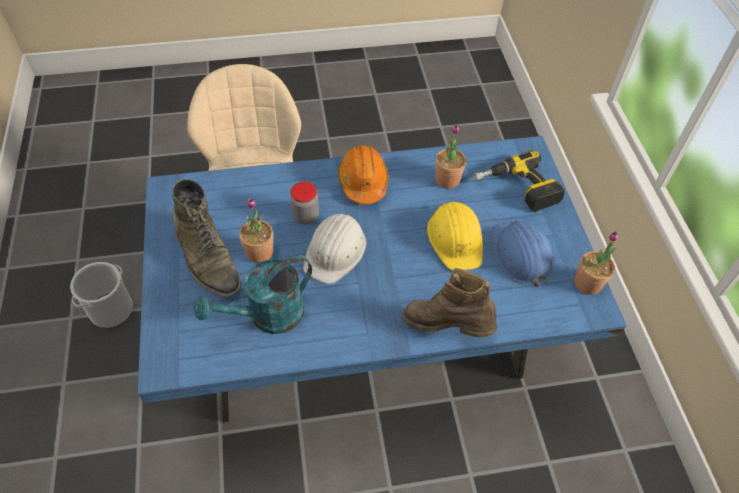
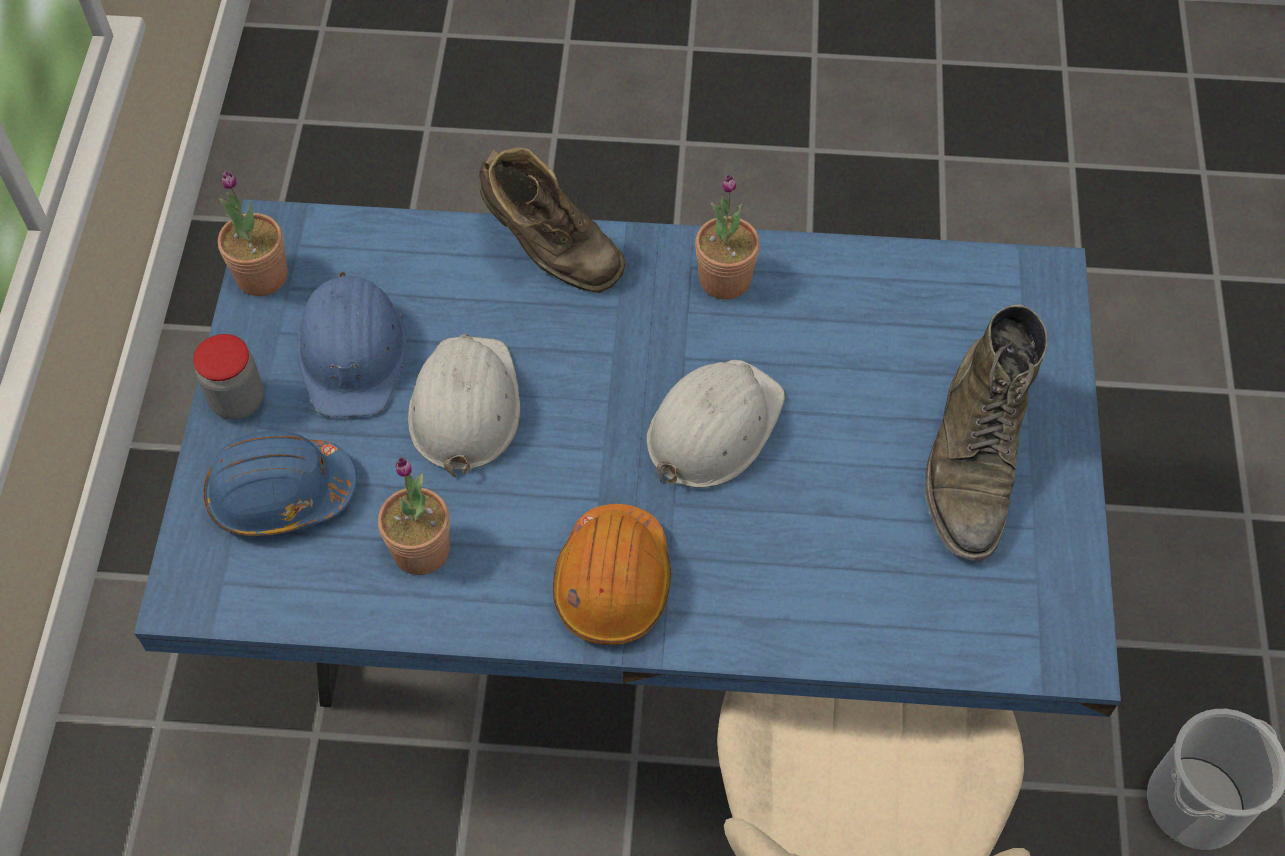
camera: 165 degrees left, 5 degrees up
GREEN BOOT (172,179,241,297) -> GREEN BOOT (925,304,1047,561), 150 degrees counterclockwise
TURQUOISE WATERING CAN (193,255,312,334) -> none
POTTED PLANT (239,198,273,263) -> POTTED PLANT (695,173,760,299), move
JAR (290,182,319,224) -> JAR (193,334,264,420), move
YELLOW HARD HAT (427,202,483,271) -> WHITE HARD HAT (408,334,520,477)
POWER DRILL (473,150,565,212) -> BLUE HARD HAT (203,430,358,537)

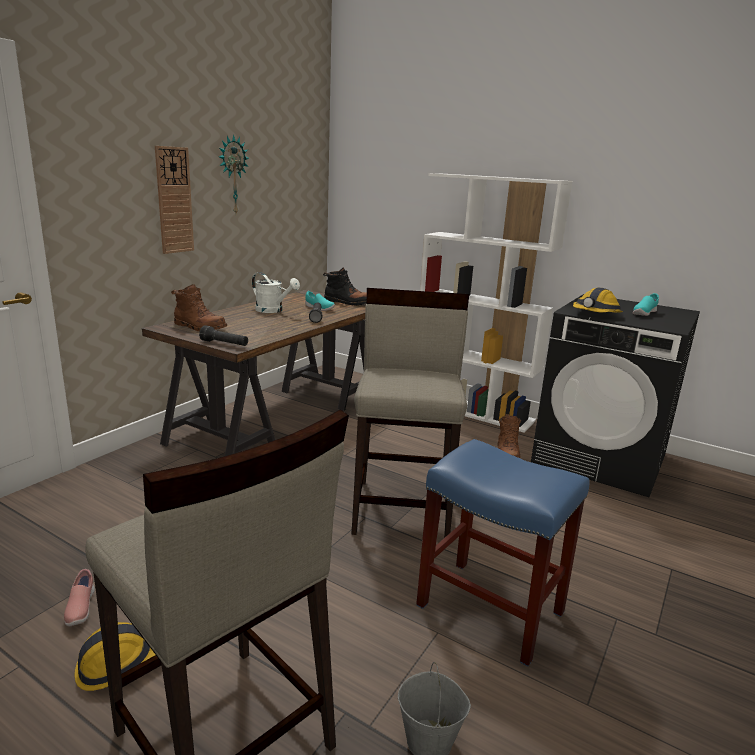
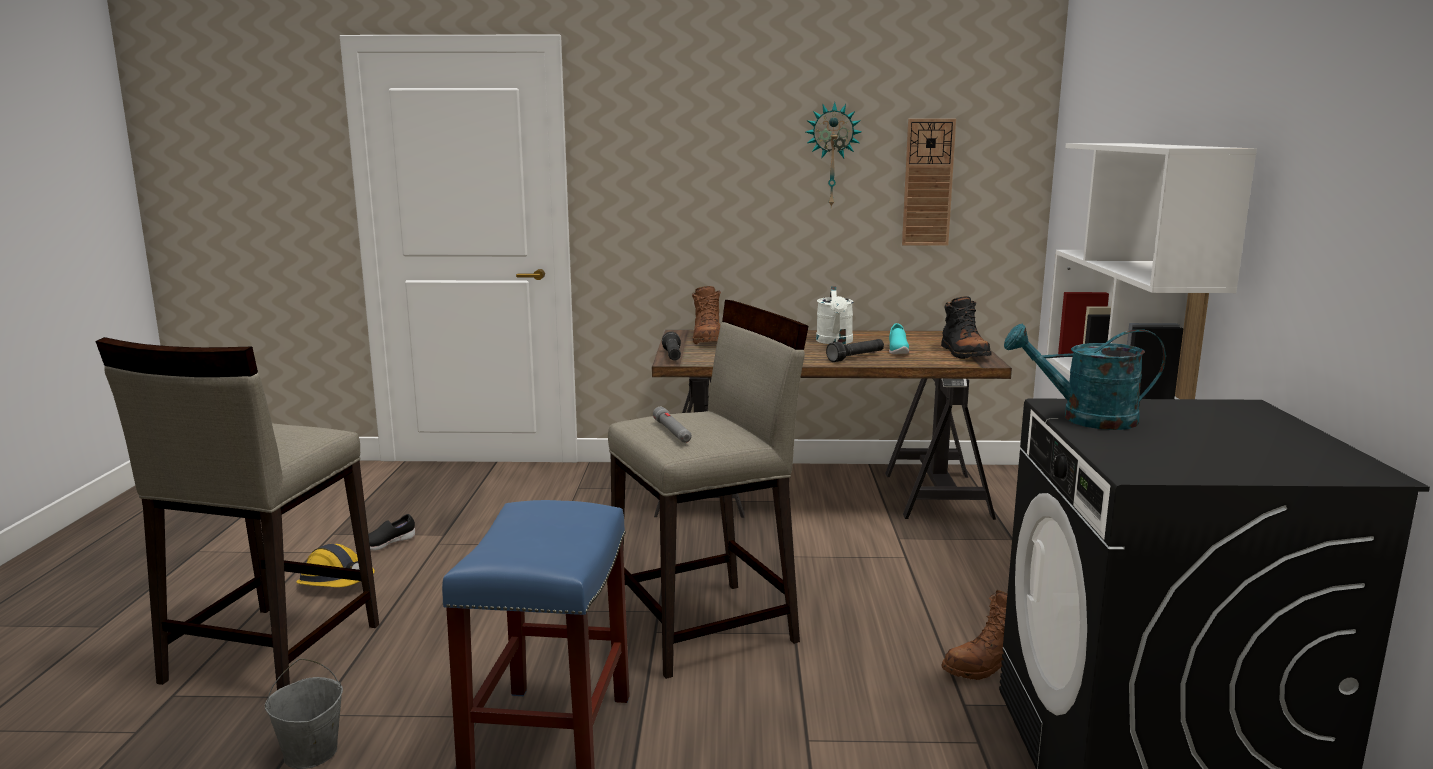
camera: 60 degrees right, 5 degrees down
PINK SHOE (64,569,95,626) -> BLACK SHOE (368,514,415,551)
WALL CLOCK (155,146,194,254) -> WALL CLOCK (902,119,956,246), move
HARD HAT (573,288,623,313) -> TURQUOISE WATERING CAN (1004,324,1166,430)
TURQUOISE SHOE (633,293,659,316) -> none
none -> GREY FLASHLIGHT (653,407,692,443)

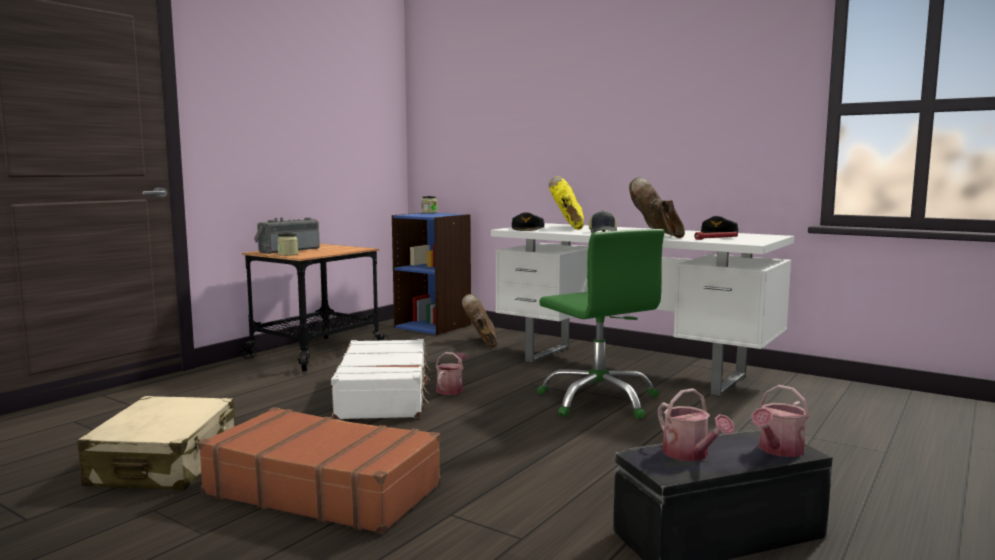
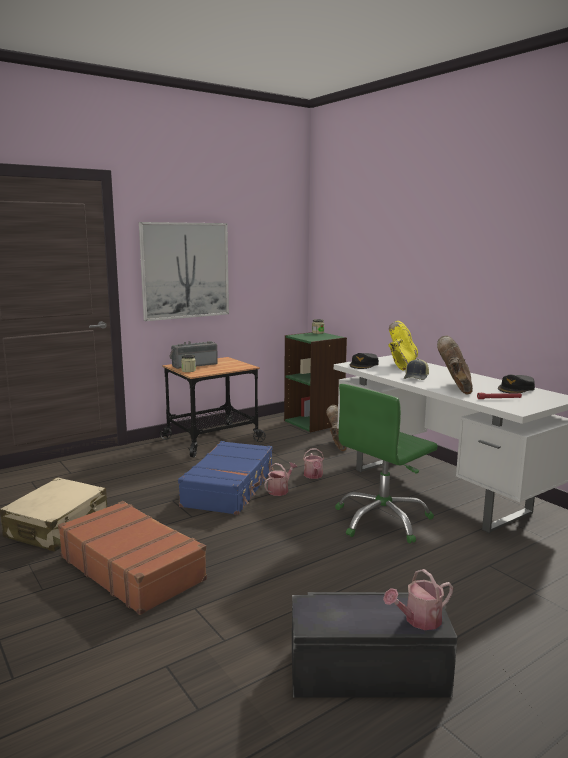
camera: 20 degrees right, 5 degrees up
WHITE SUITCASE (331,339,431,420) -> BLUE SUITCASE (178,441,274,515)
BLUE BOOKCASE (392,213,471,335) -> GREEN BOOKCASE (284,332,347,432)
GREEN OFFICE CHAIR (537,229,664,419) -> GREEN OFFICE CHAIR (335,384,438,544), 60 degrees clockwise
WATERING CAN (658,388,734,461) -> WATERING CAN (303,449,324,479), move
none -> PICTURE (139,222,229,321)

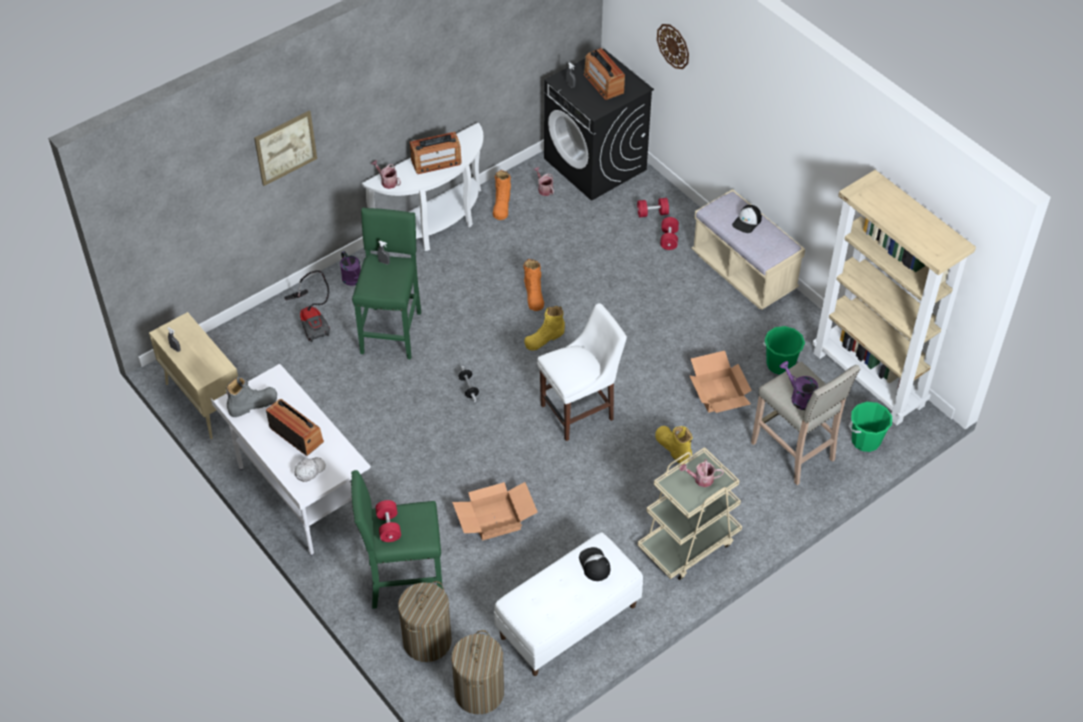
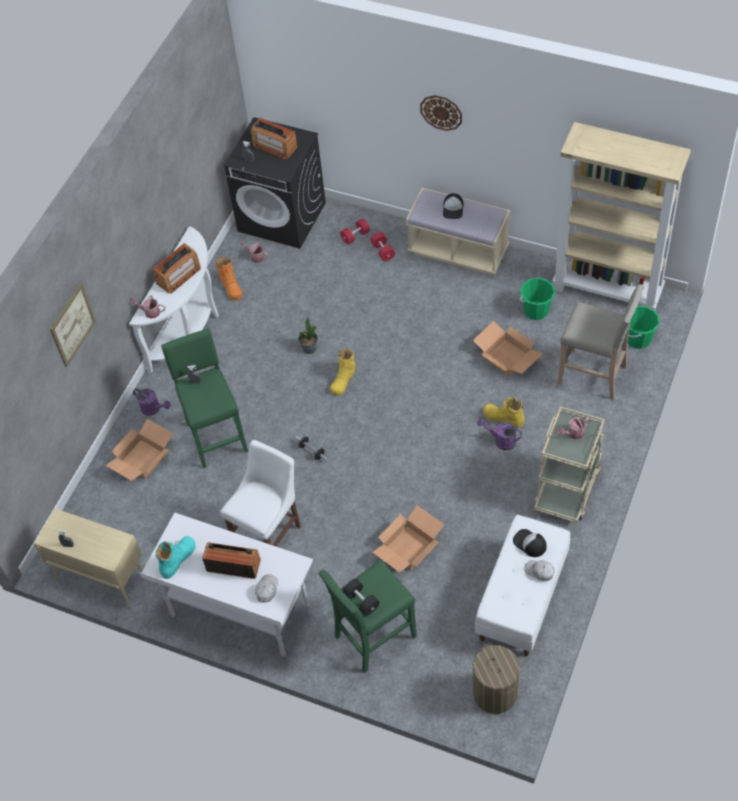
camera: 25 degrees left, 5 degrees up
GREY BOOT (226,377,277,417) -> TURQUOISE BOOT (155,536,196,579)
VACUUM CLEANER (284,270,330,342) -> CARDBOARD BOX (105,419,173,481)
RED DUMBBELL (375,500,401,542) -> BLACK DUMBBELL (343,579,379,616)
LAUNDRY BASKET (398,581,452,662) -> none
ORANGE BOOT (524,259,544,311) -> POTTED PLANT (298,316,317,354)
WHITE CHAIR (537,303,627,441) -> WHITE CHAIR (220,440,301,547), move
WALL CLOCK (657,24,689,69) -> WALL CLOCK (420,95,462,131), move
PURPLE WATERING CAN (780,361,819,410) -> PURPLE WATERING CAN (477,418,522,450), move
none -> WHITE CAP (525,560,555,581)

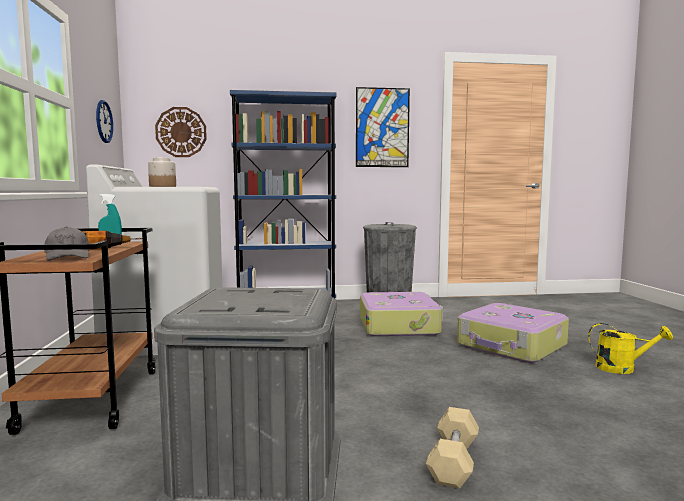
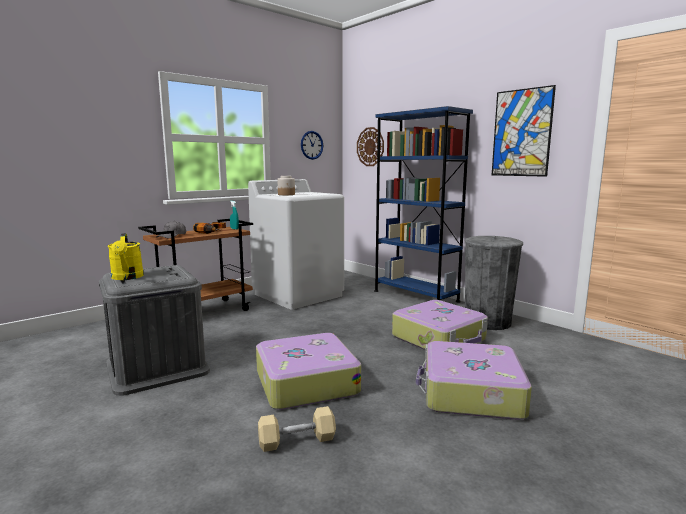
camera: 55 degrees right, 5 degrees up
BEIGE DUMBBELL (426,407,479,488) -> BEIGE DUMBBELL (258,406,336,452), move
YELLOW WATERING CAN (588,323,673,374) -> YELLOW WATERING CAN (108,233,144,280), move
none -> SUITCASE (256,333,361,410)

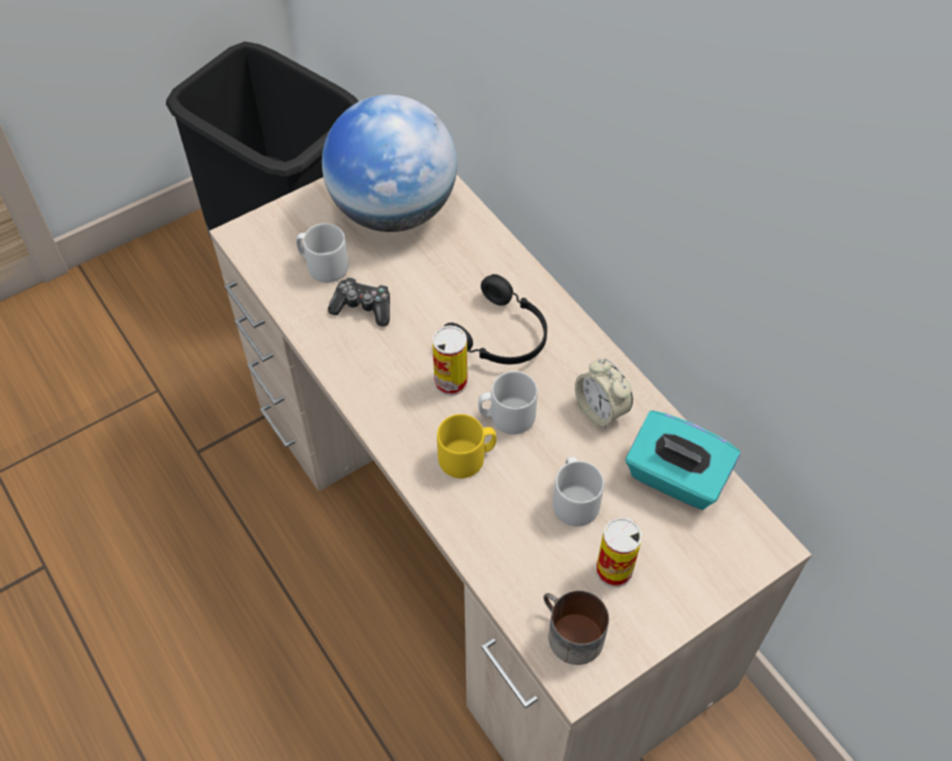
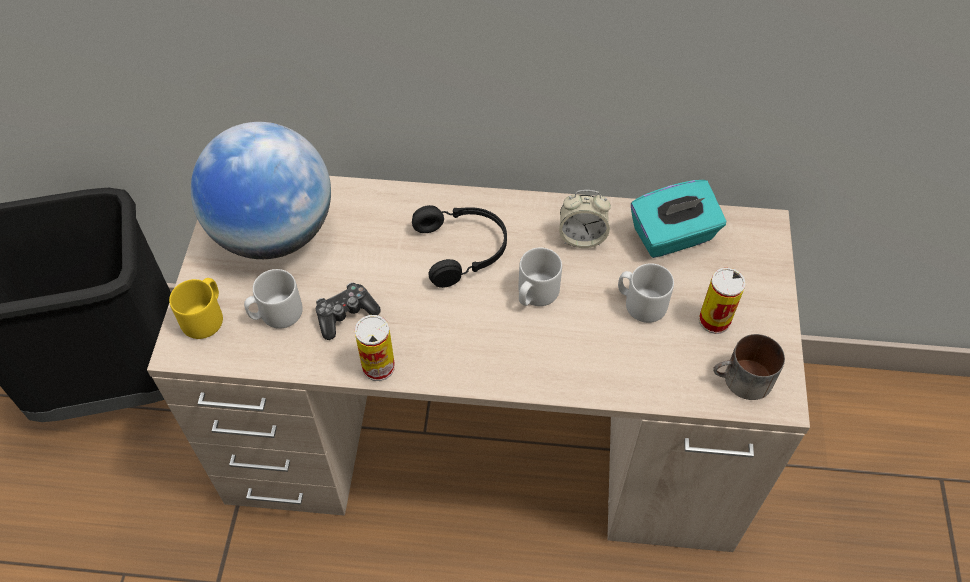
camera: 50 degrees left, 0 degrees up
CAN (432,325,468,396) -> CAN (354,315,395,381), move
YELLOW MUG (437,414,496,478) -> YELLOW MUG (169,278,223,339), move

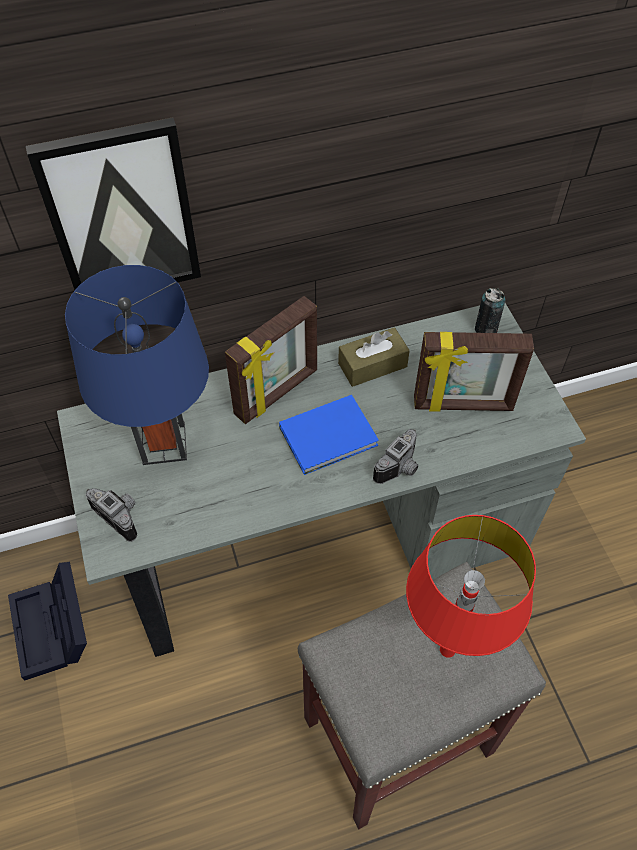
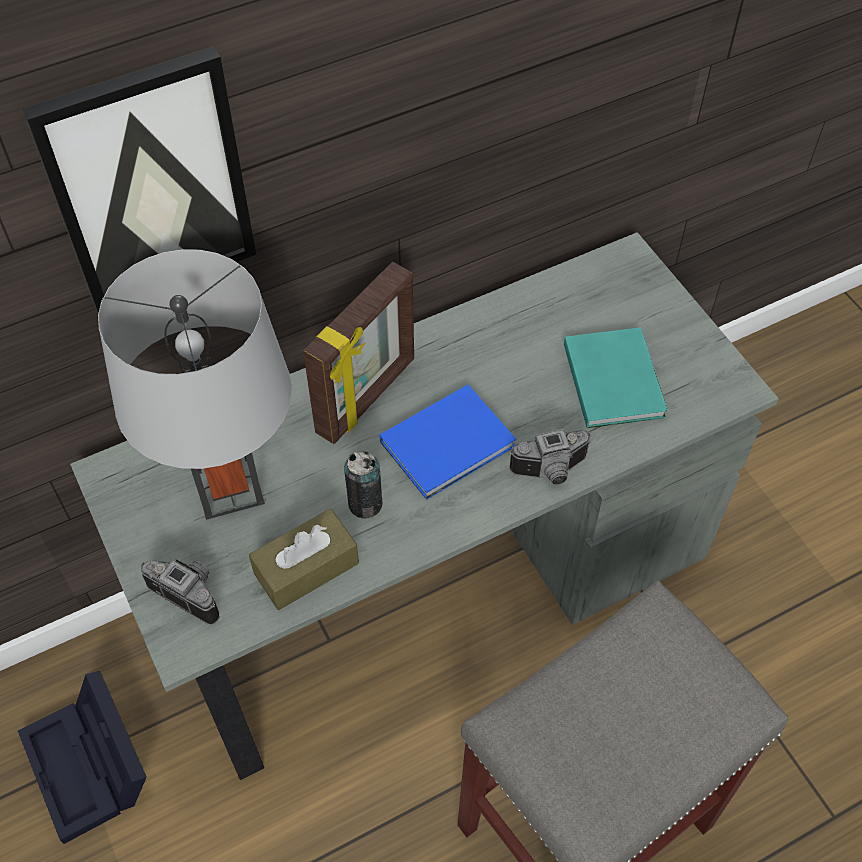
camera: 10 degrees left, 0 degrees up
BLUE TABLE LAMP (65,265,209,465) -> GREY TABLE LAMP (98,249,292,520)
BROWN TISSUE BOX (338,327,410,387) -> BROWN TISSUE BOX (249,509,359,610), move
PHOTO CAMERA (373,429,418,484) -> PHOTO CAMERA (510,429,592,485), 45 degrees clockwise
RED TABLE LAMP (406,515,536,658) -> none
PICTURE FRAME (414,332,534,412) -> TURQUOISE BOOK (564,327,668,428)
CAN (475,288,505,333) -> CAN (344,451,382,519), move

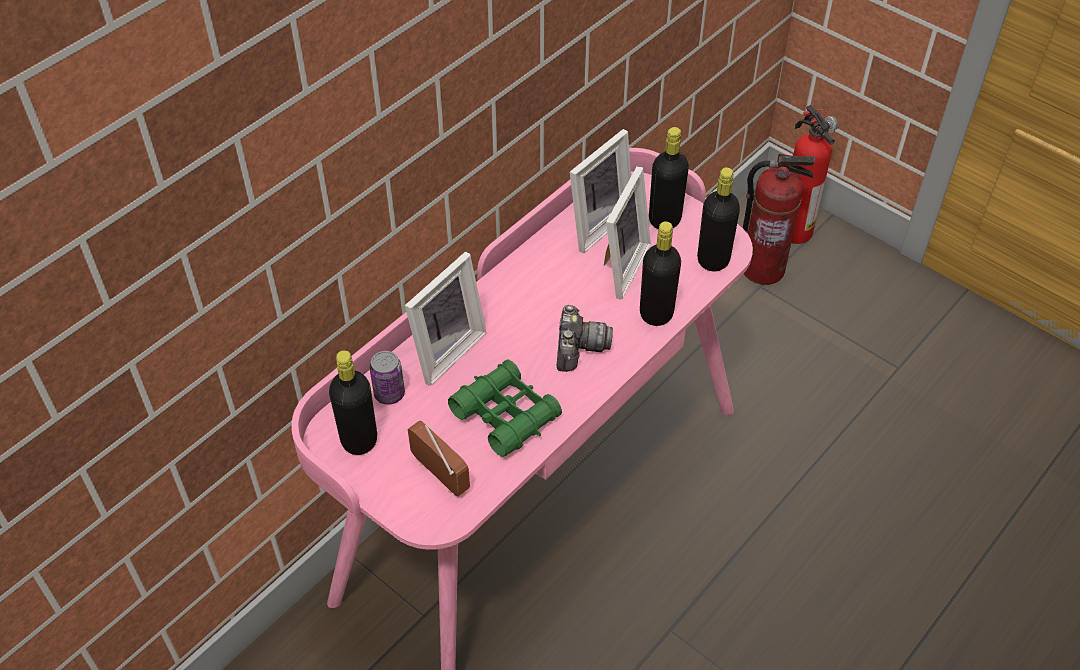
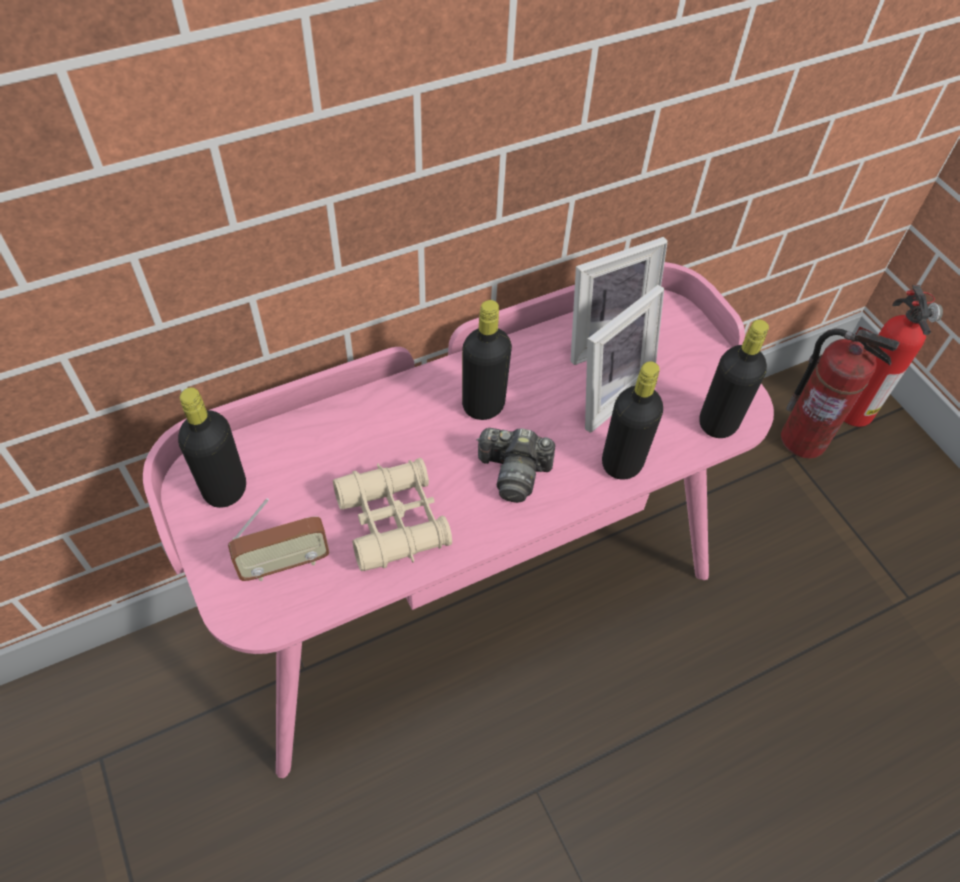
camera: 20 degrees right, 5 degrees up
CAN (370,351,405,405) -> none
PICTURE FRAME (405,252,487,386) -> none
RADIO (408,420,470,496) -> RADIO (228,498,330,581), 90 degrees clockwise
GREEN BINOCULARS (448,359,562,457) -> BEIGE BINOCULARS (333,458,452,572)
PHOTO CAMERA (557,305,613,372) -> PHOTO CAMERA (476,428,555,503), 75 degrees clockwise
BLACK BOTTLE (649,127,689,229) -> BLACK BOTTLE (462,300,512,420), move

